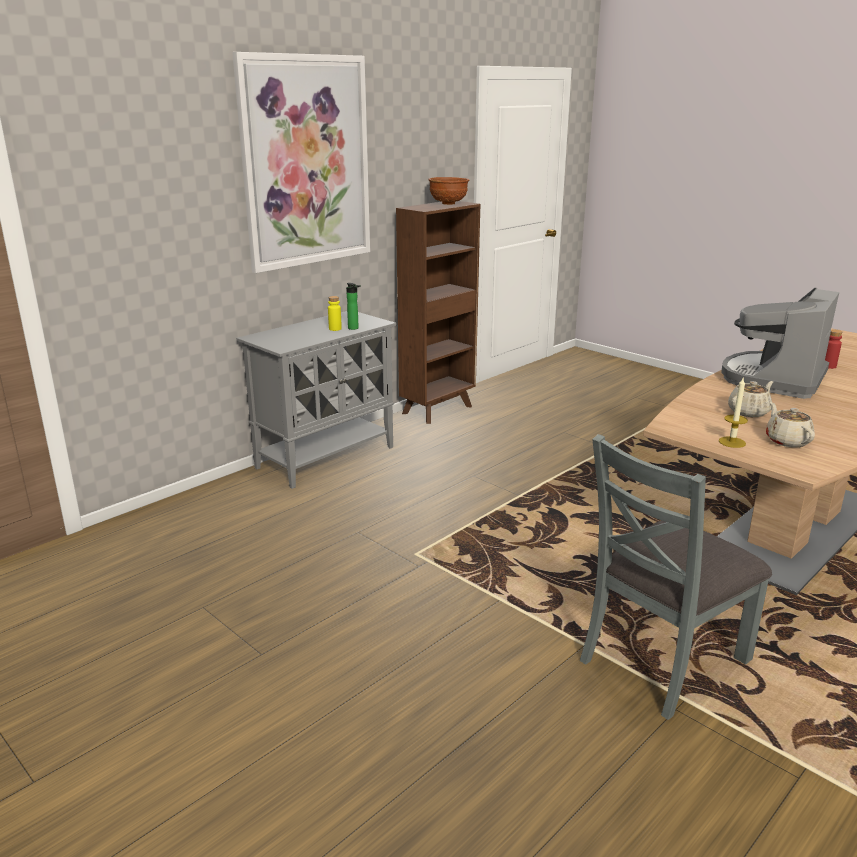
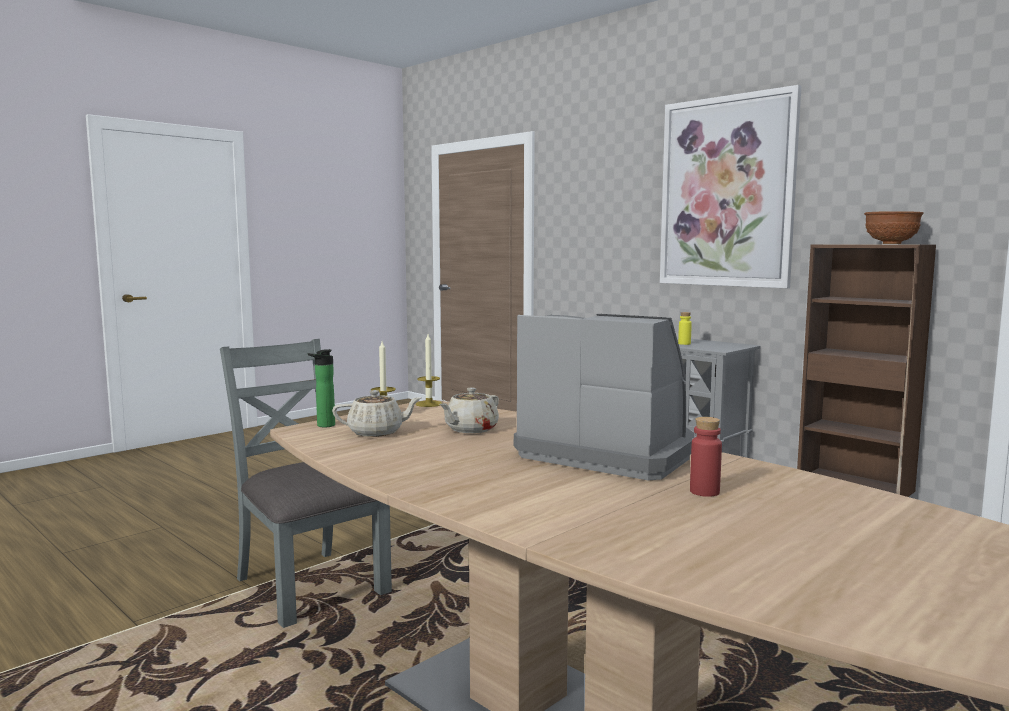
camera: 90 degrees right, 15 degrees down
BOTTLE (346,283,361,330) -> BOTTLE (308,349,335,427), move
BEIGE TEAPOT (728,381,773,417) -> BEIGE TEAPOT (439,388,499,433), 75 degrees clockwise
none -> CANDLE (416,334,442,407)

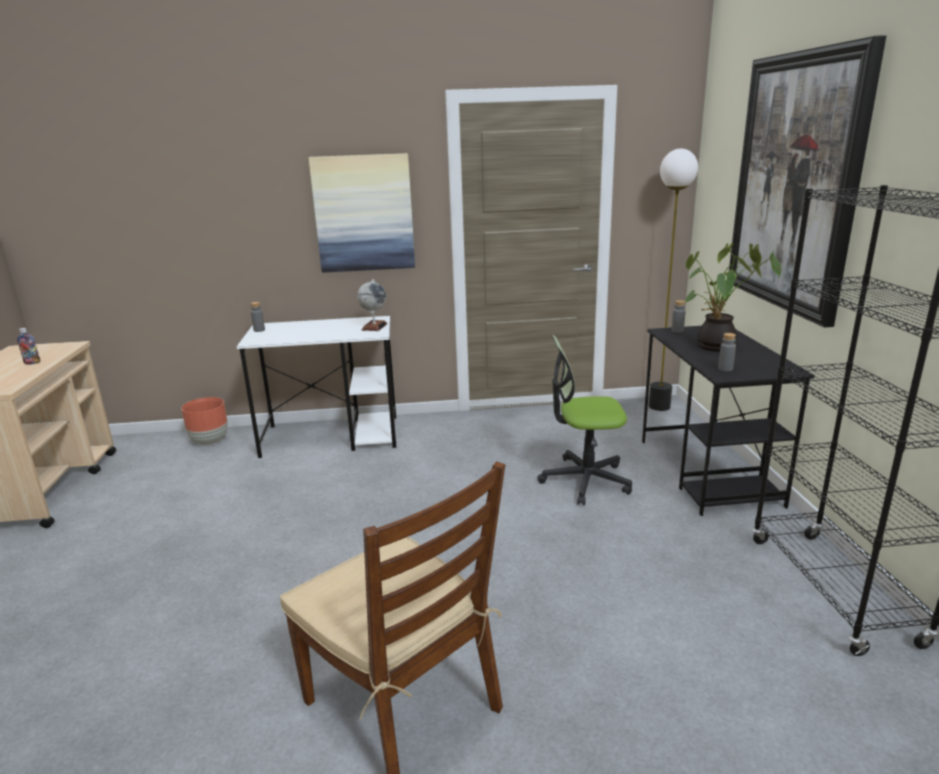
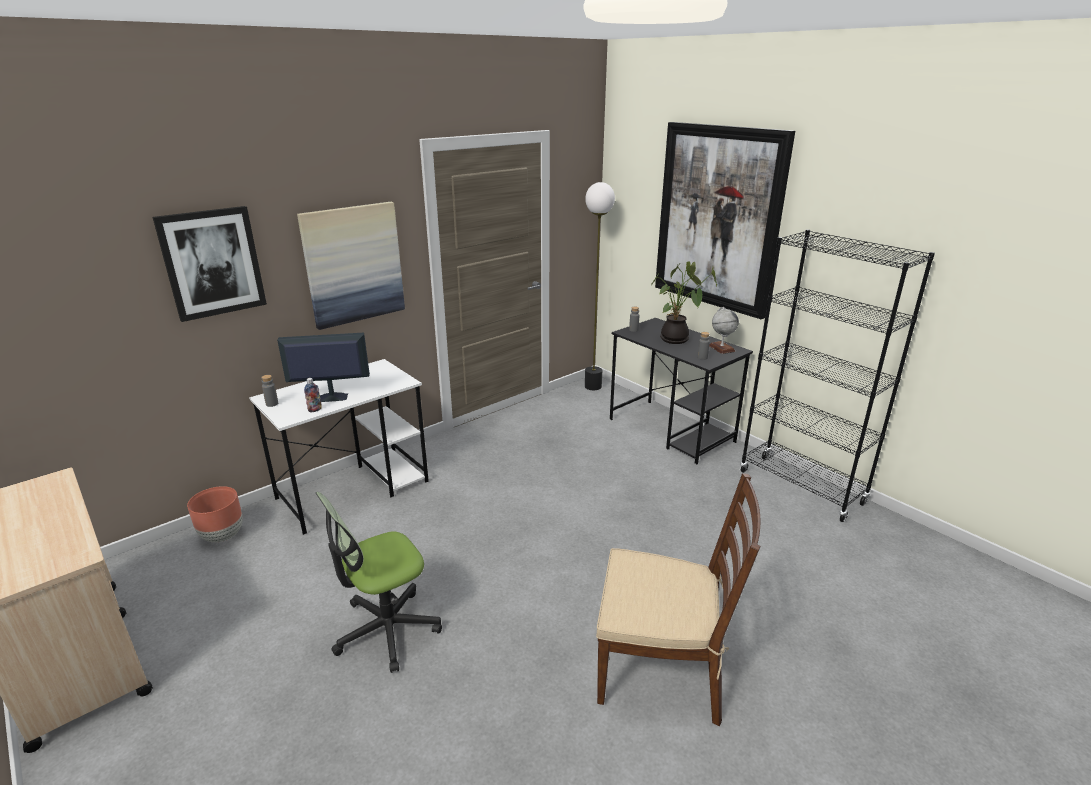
camera: 35 degrees left, 5 degrees up
BOTTLE (17,328,40,365) -> BOTTLE (304,378,322,413), move
GLOBE (357,279,387,331) -> GLOBE (709,307,739,354), move
OFFICE CHAIR (537,335,632,505) -> OFFICE CHAIR (316,492,442,673), move
none -> PICTURE (153,206,267,322)
none -> MONITOR (277,333,370,402)

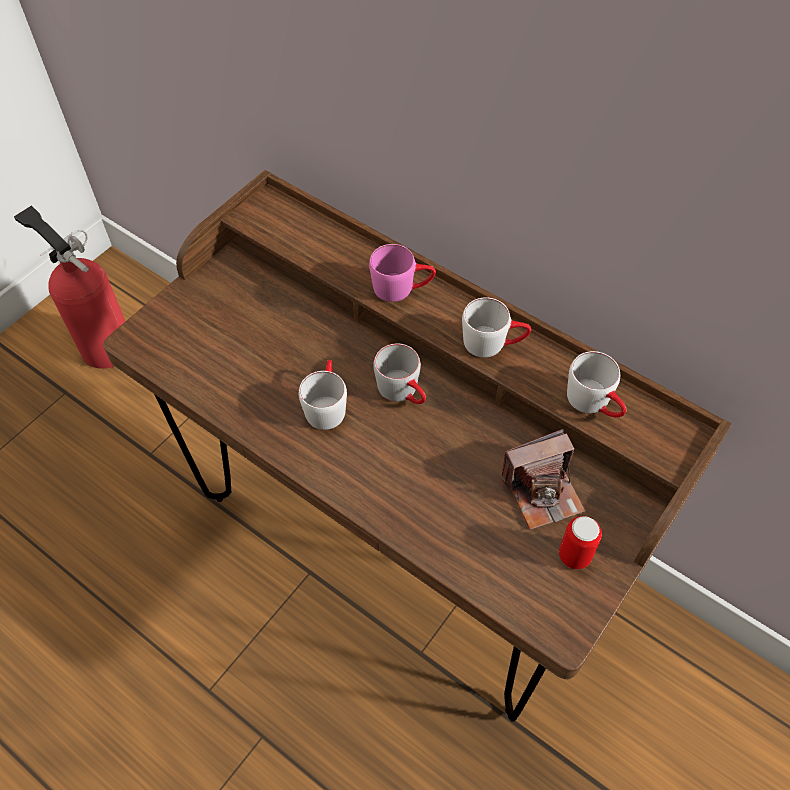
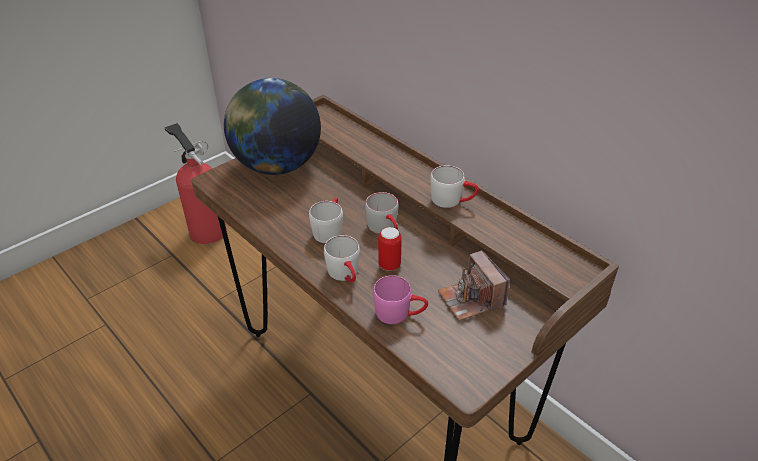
camera: 10 degrees right, 15 degrees down
PINK MUG (369,244,436,302) -> PINK MUG (373,275,428,324), move
PHOTO CAMERA (501,429,585,530) -> PHOTO CAMERA (438,251,510,321), 75 degrees clockwise
CAN (559,516,602,569) -> CAN (378,227,402,271), move
WHITE MUG (567,351,627,417) -> WHITE MUG (324,235,360,283), move
none -> GLOBE (224,78,321,175)

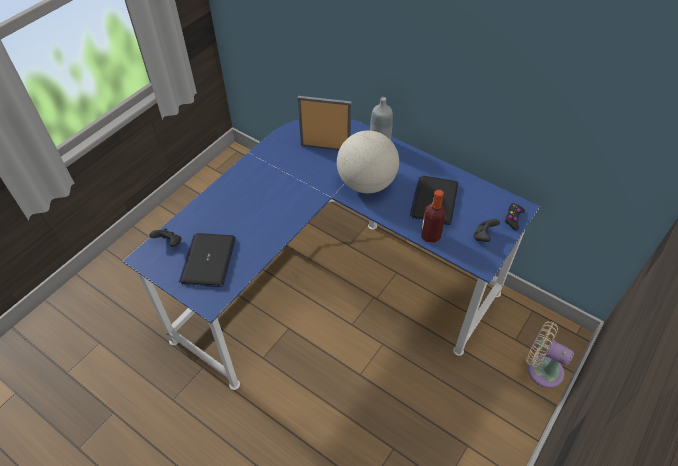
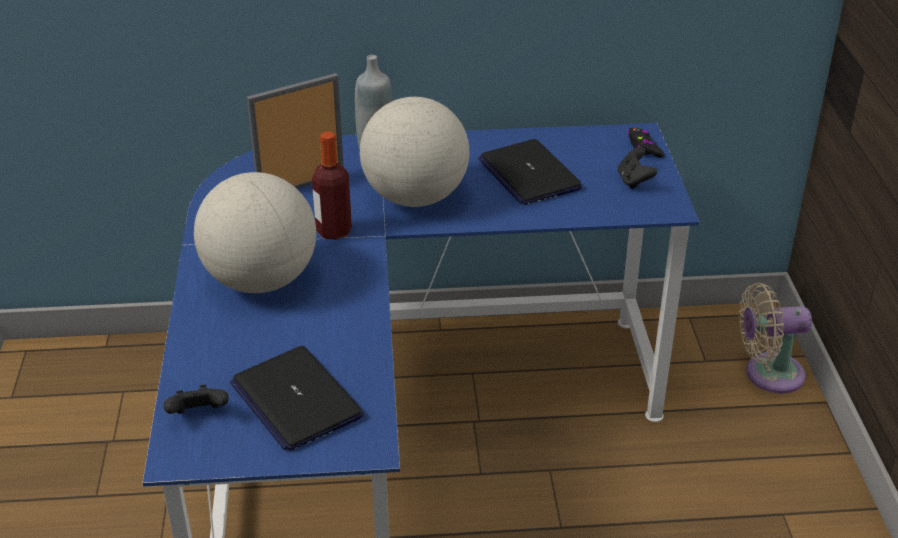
camera: 40 degrees left, 15 degrees down
BOTTLE (421,190,446,243) -> BOTTLE (312,132,352,240), move
none -> GLOBE (194,172,316,293)

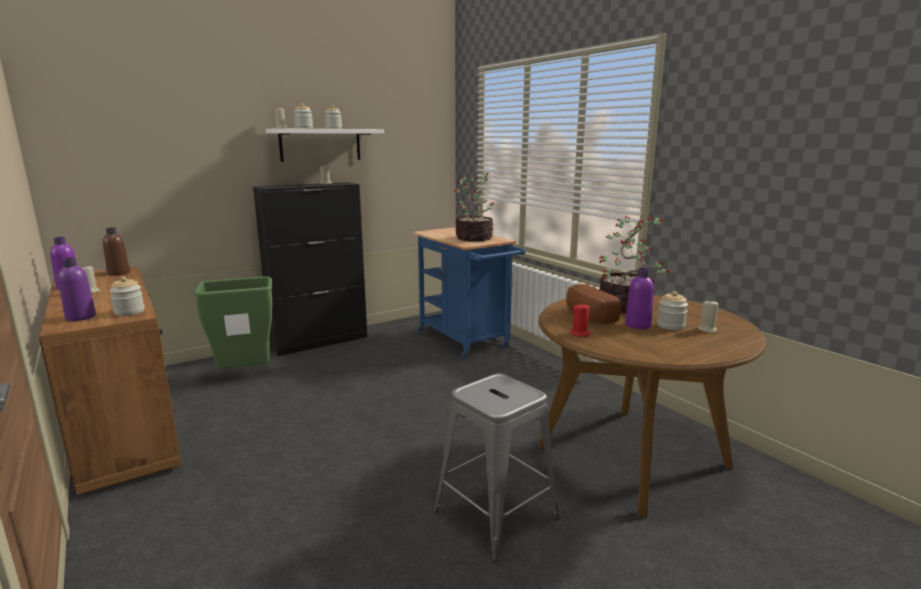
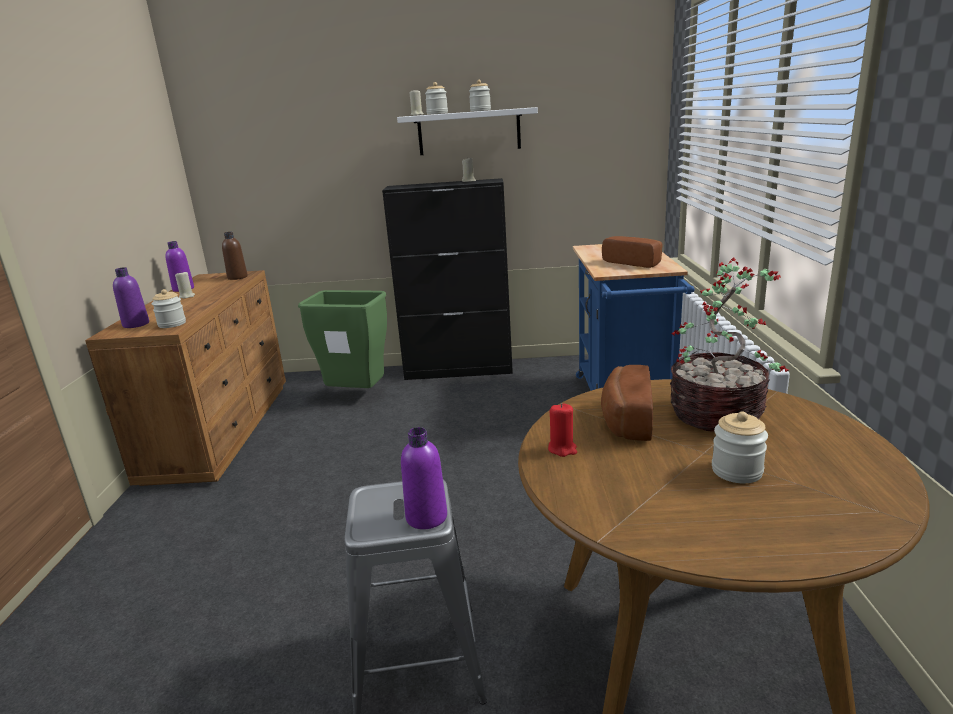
camera: 35 degrees right, 5 degrees up
POTTED PLANT (455,173,494,242) -> BREAD (602,236,662,268)
PURPLE BOTTLE (625,268,654,329) -> PURPLE BOTTLE (401,427,447,529), move
BEIGE CANDLE (698,300,718,333) -> none

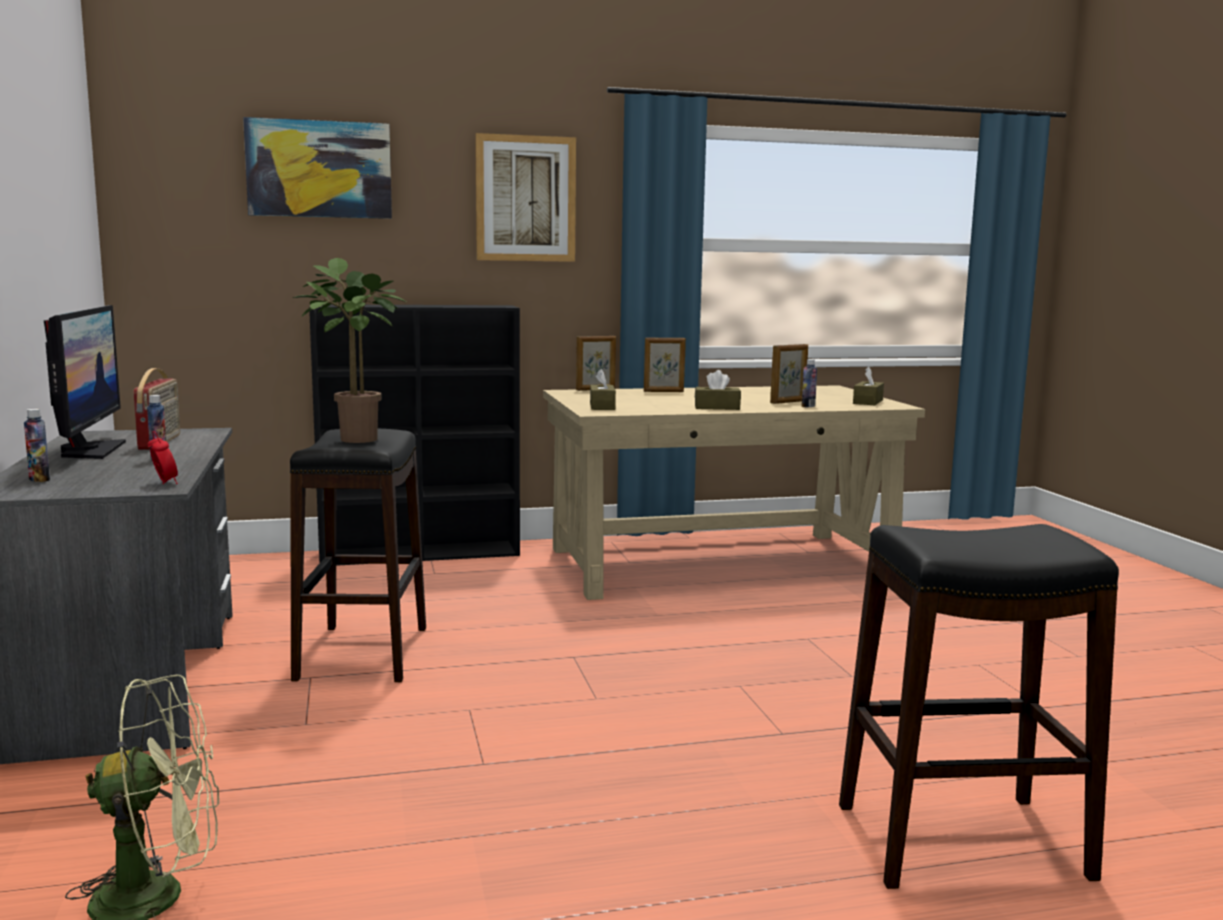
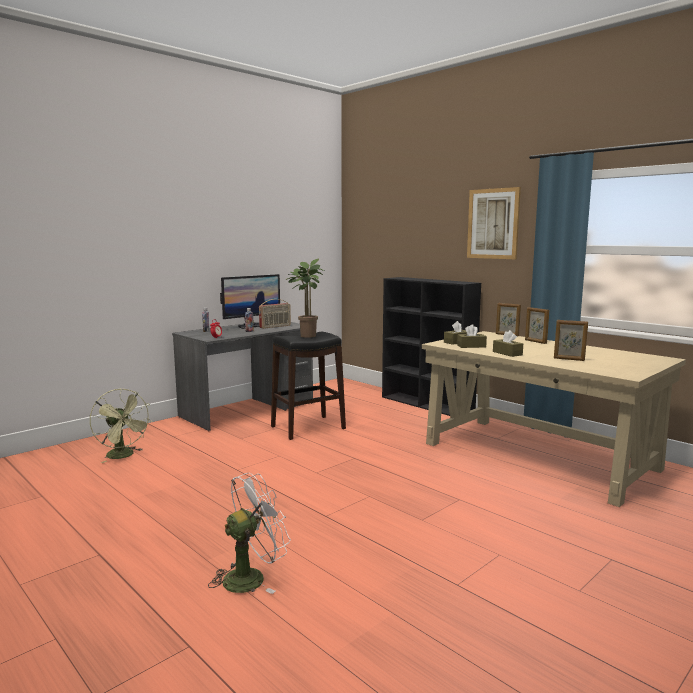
camera: 60 degrees right, 0 degrees up
PICTURE (243,117,392,219) -> none
BOTTLE (801,359,817,407) -> none
BLACK STOOL (839,524,1119,889) -> WHITE FAN (208,473,291,594)
BROWN TISSUE BOX (853,366,884,405) -> BROWN TISSUE BOX (457,324,487,348), move

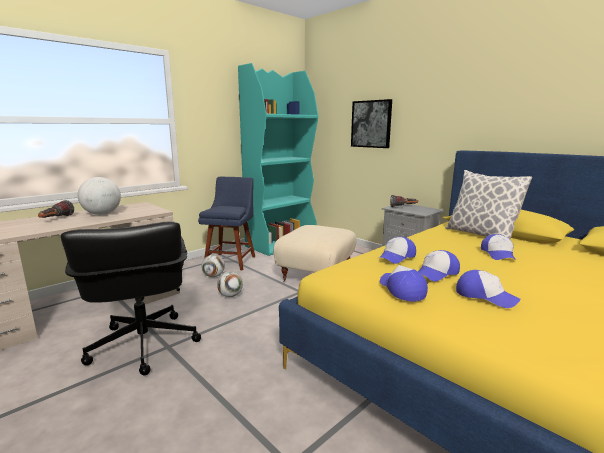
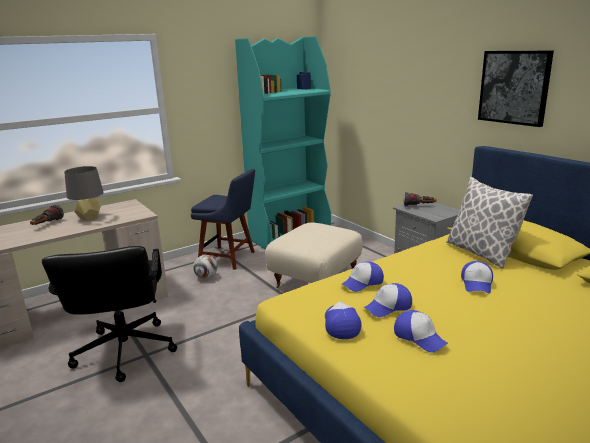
camera: 10 degrees right, 5 degrees up
GLOBE (78,177,121,215) -> GREY TABLE LAMP (64,166,104,221)
BLUE CHAIR (198,177,255,270) -> BLUE CHAIR (191,169,255,270), 90 degrees clockwise
FOOTBALL (217,271,243,297) -> none
PICTURE (351,99,392,148) -> PICTURE (478,51,554,127), move

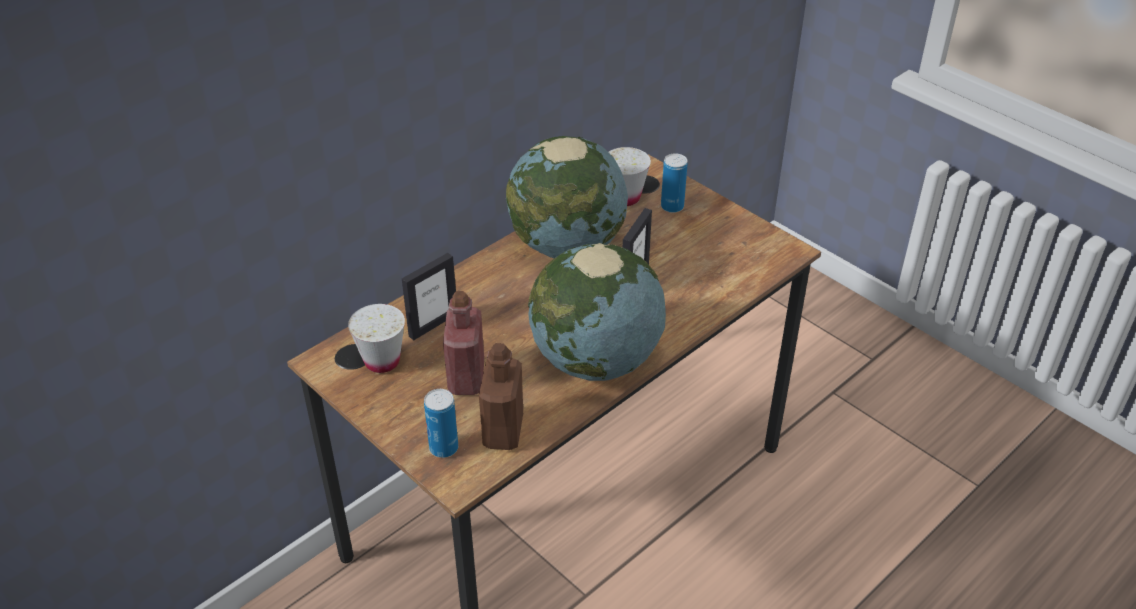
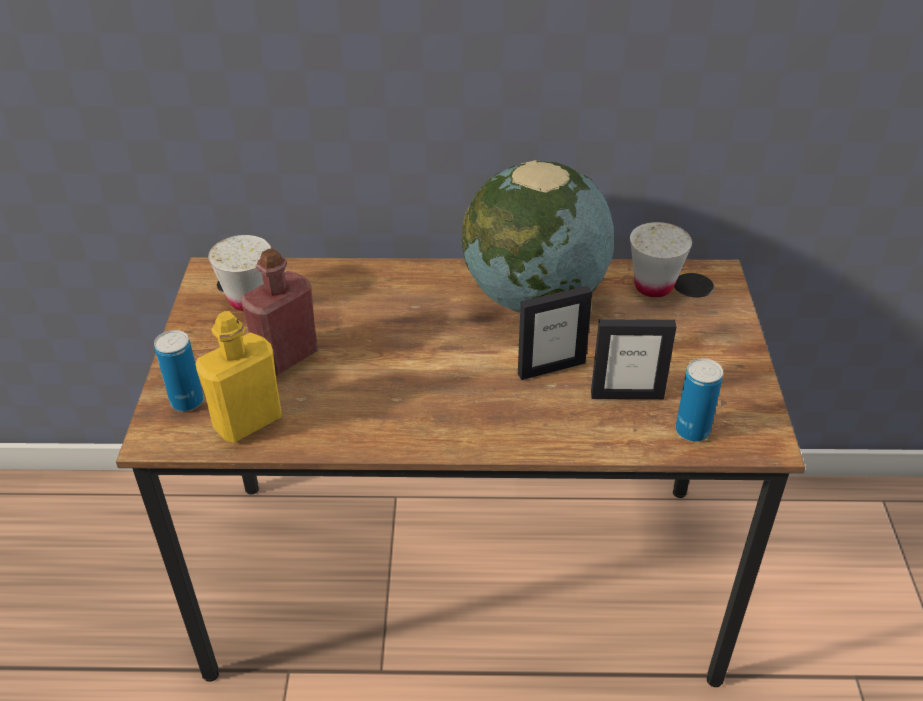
camera: 45 degrees right, 0 degrees up
PICTURE FRAME (402,253,456,340) -> PICTURE FRAME (591,319,676,399), move
BROWN BOTTLE (479,343,523,450) -> YELLOW BOTTLE (195,311,282,443)
GLOBE (528,243,666,381) -> none
CAN (661,153,688,213) -> CAN (675,358,723,442), move

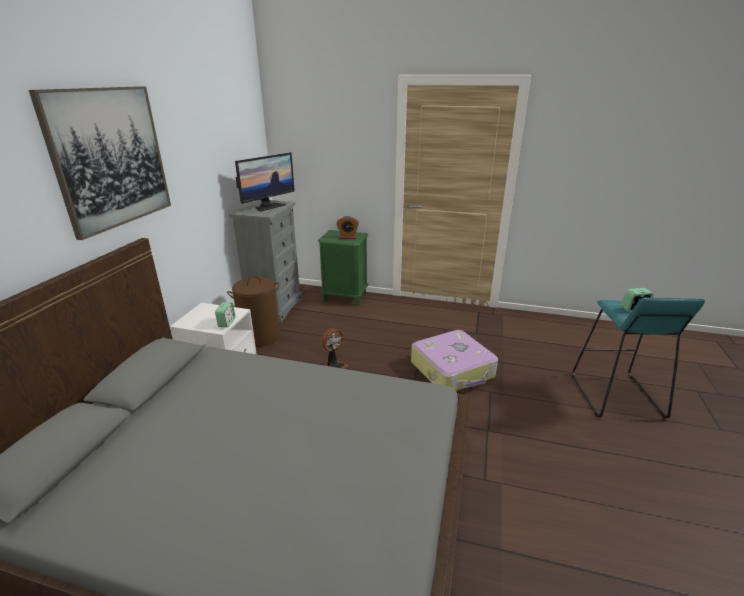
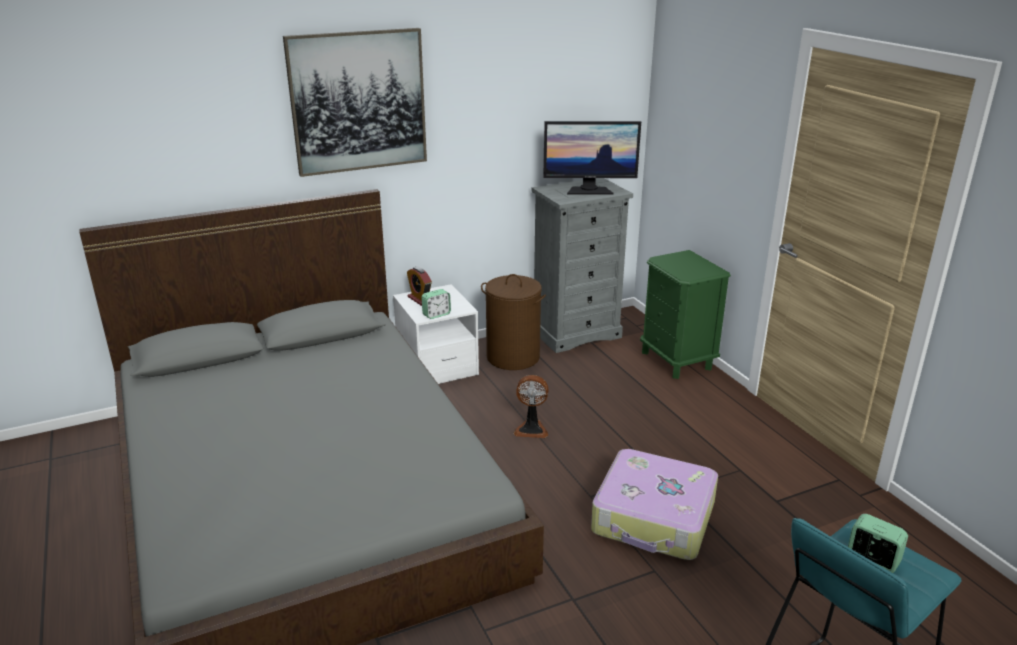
camera: 50 degrees right, 0 degrees up
ALARM CLOCK (336,216,359,239) -> ALARM CLOCK (407,267,432,306), move

